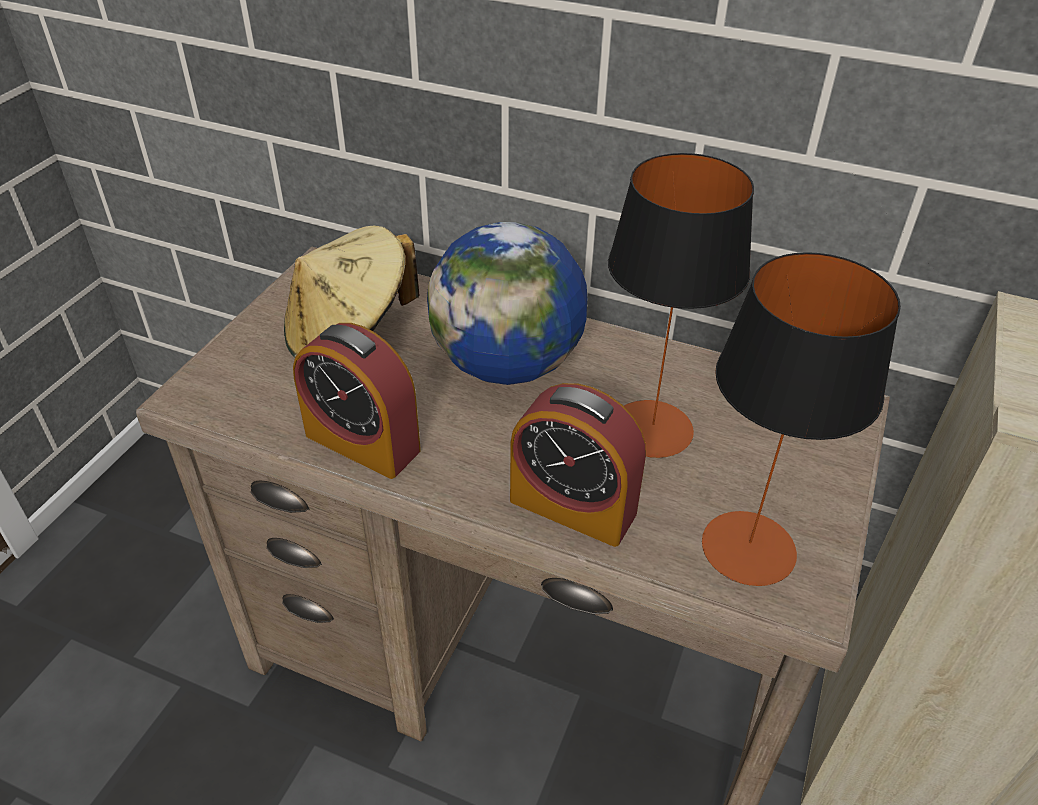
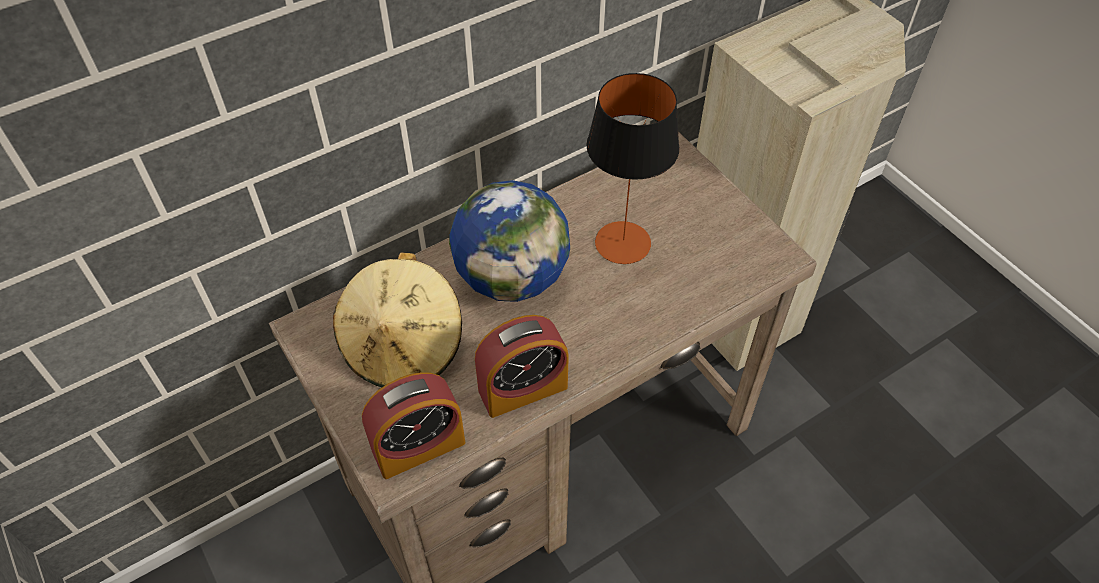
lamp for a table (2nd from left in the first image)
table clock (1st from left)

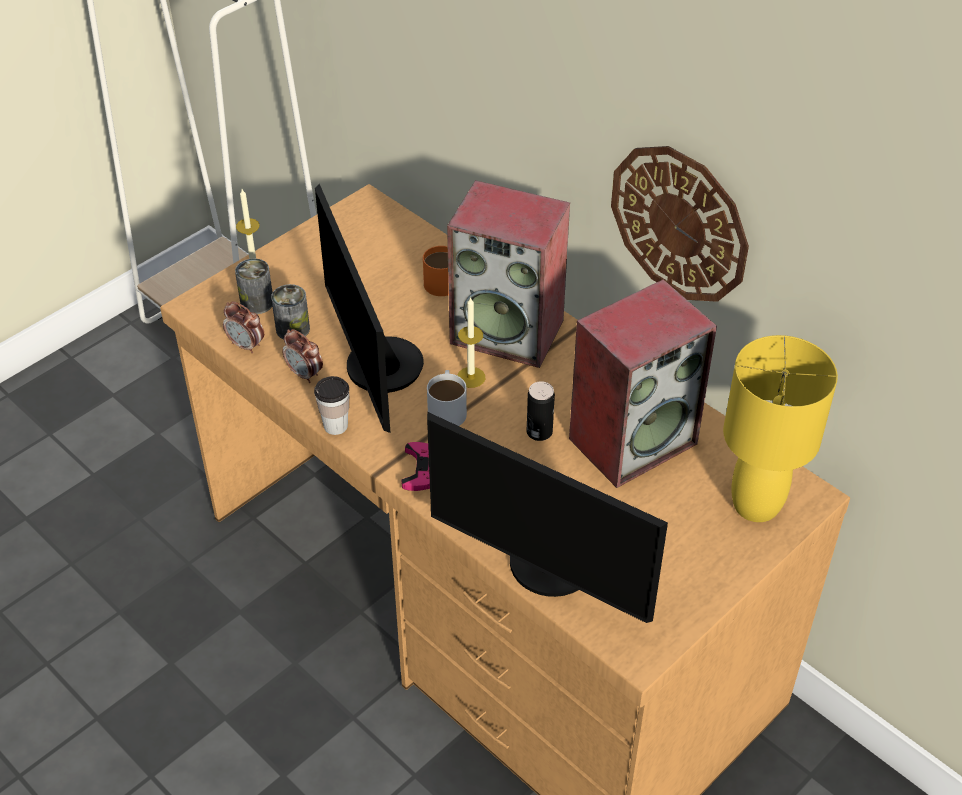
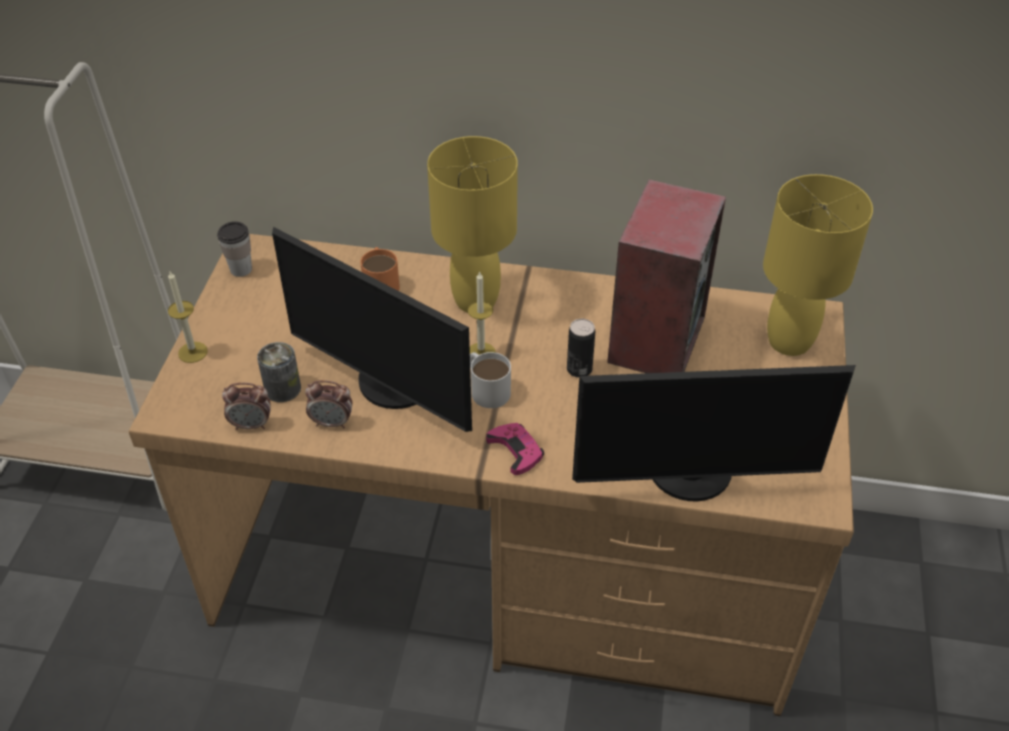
can (1st from left in the first image)
wall clock
small cup
yellow-coloured lamp for a table (1st from left)

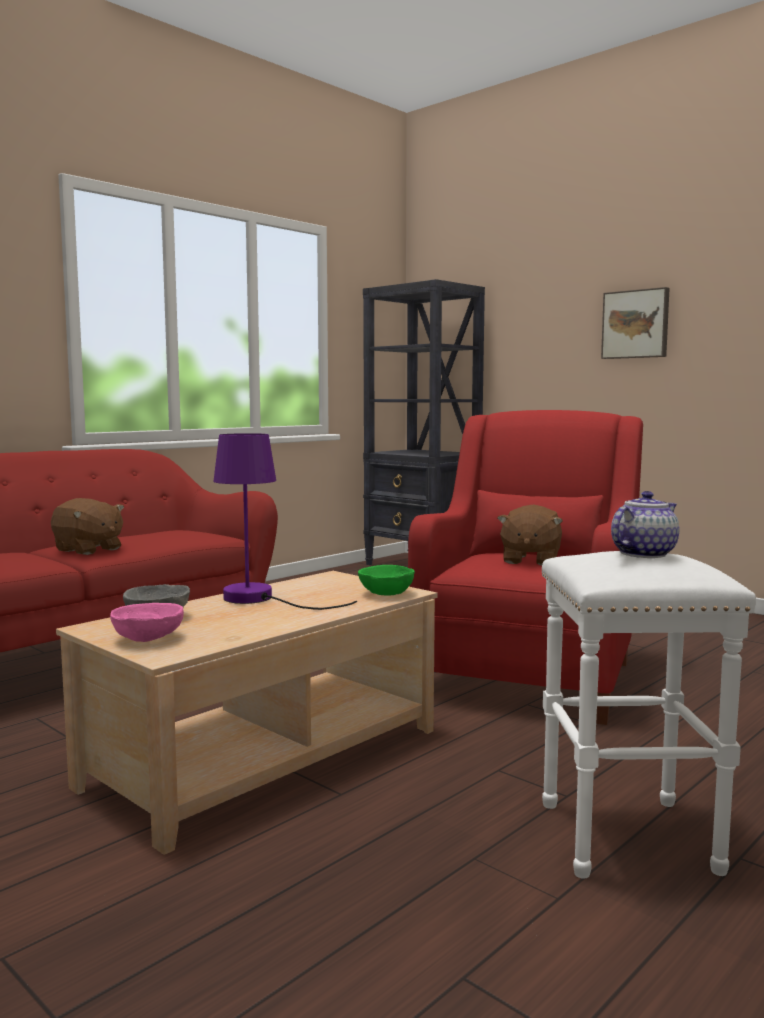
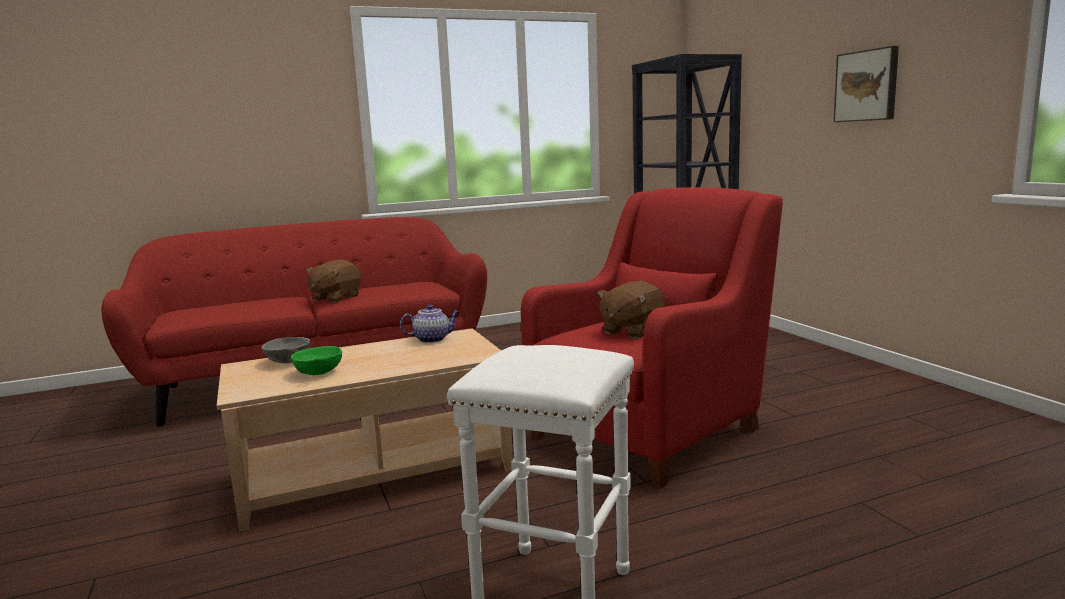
pink deep dish
purple-coloured lamp for a table
green deep dish
teapot
brownish plush toy (1st from left)

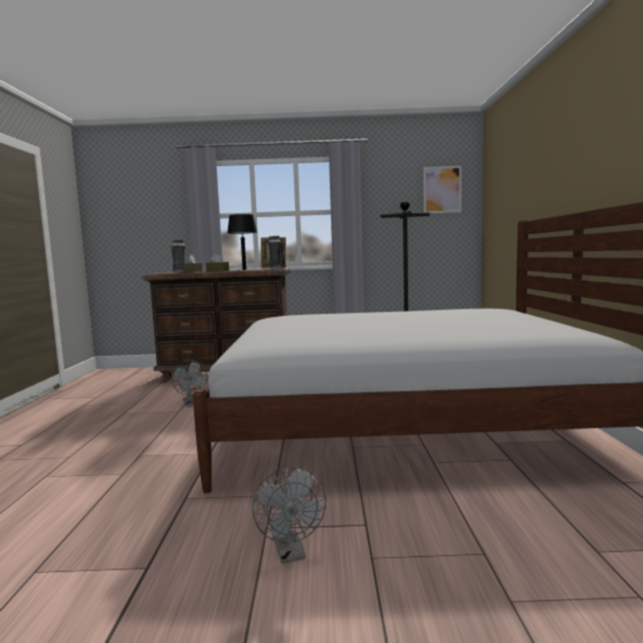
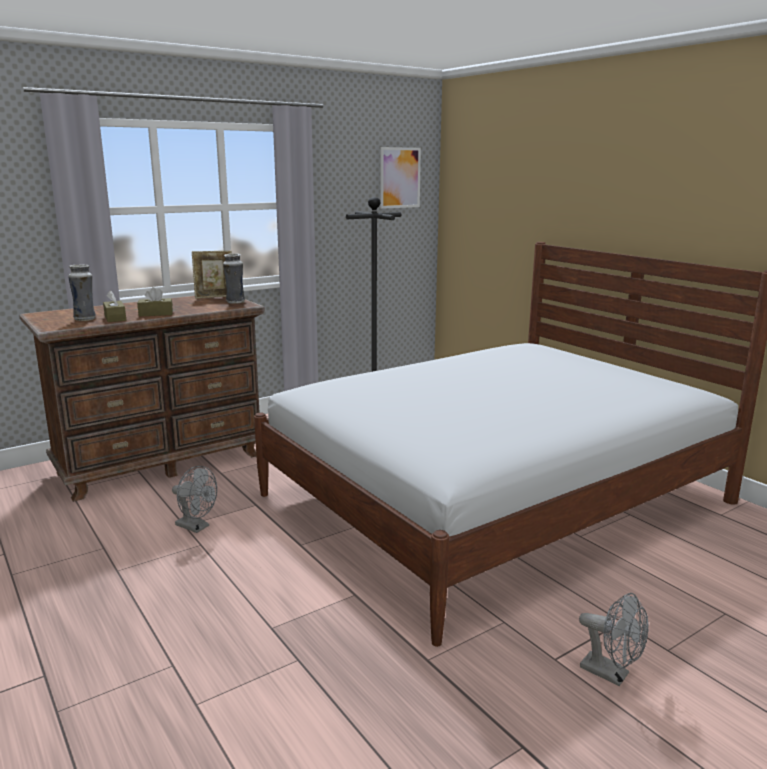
blackish lamp for a table

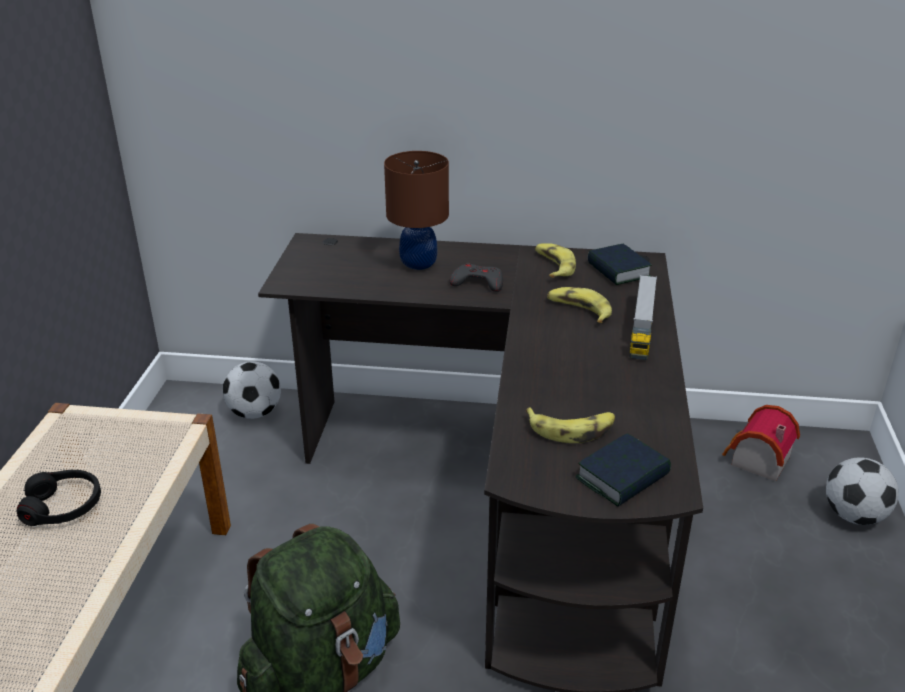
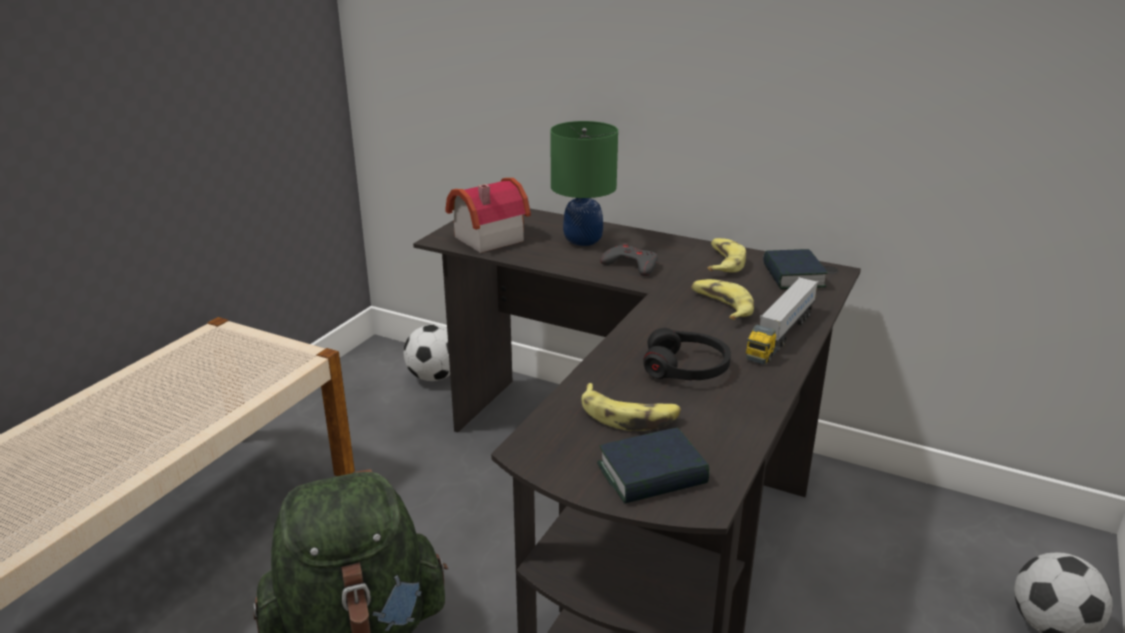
blackish headphones
toy house
green lamp for a table

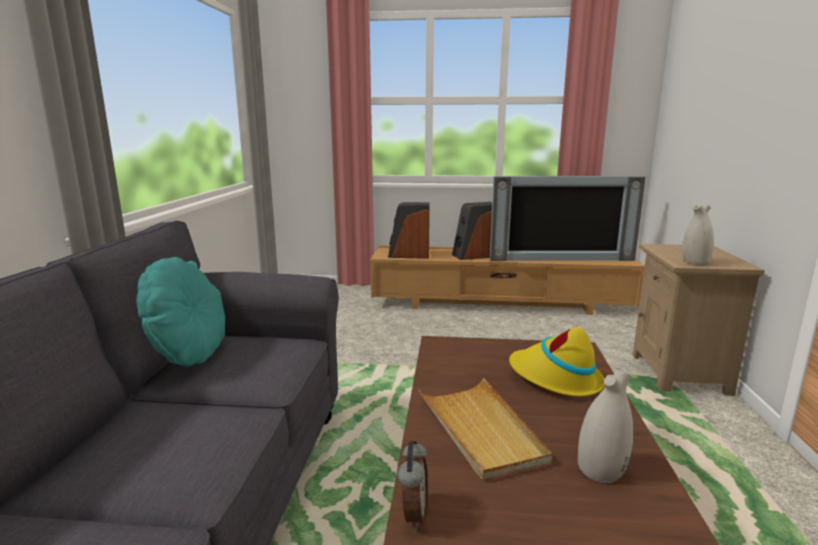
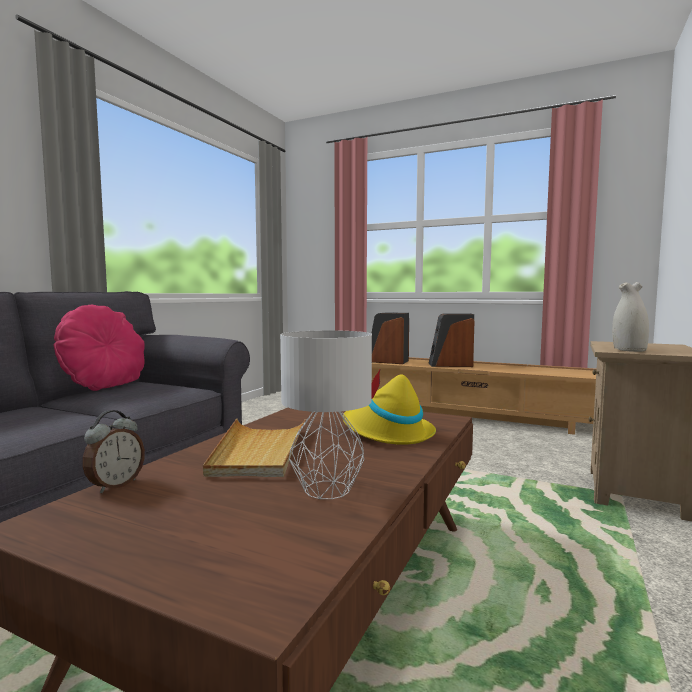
television
greyish lamp for a table
pink pillow

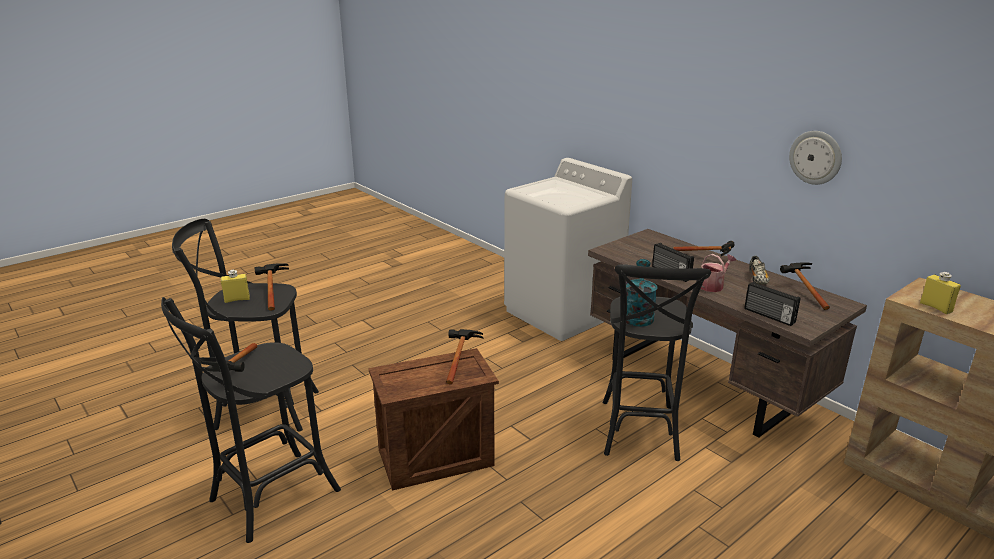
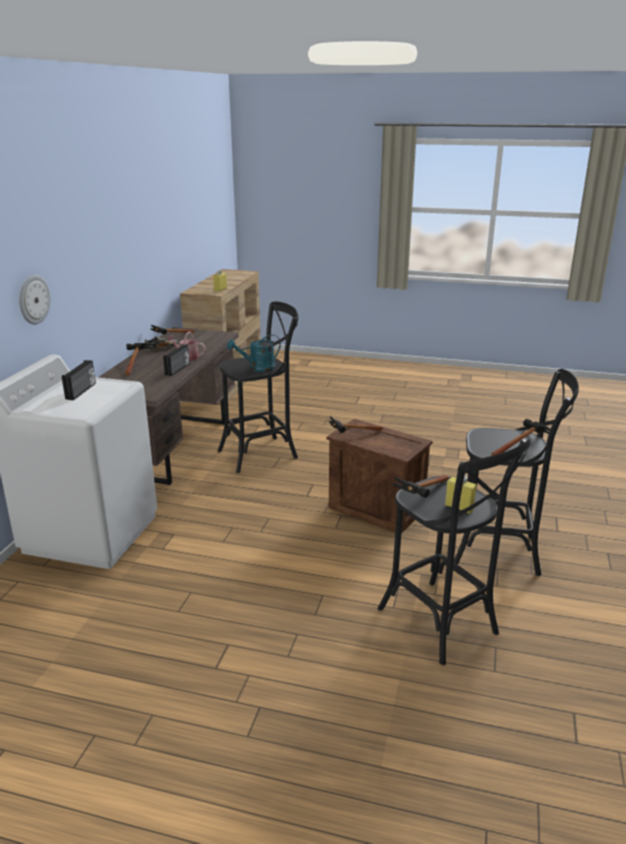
radio receiver (1st from left)
wall clock

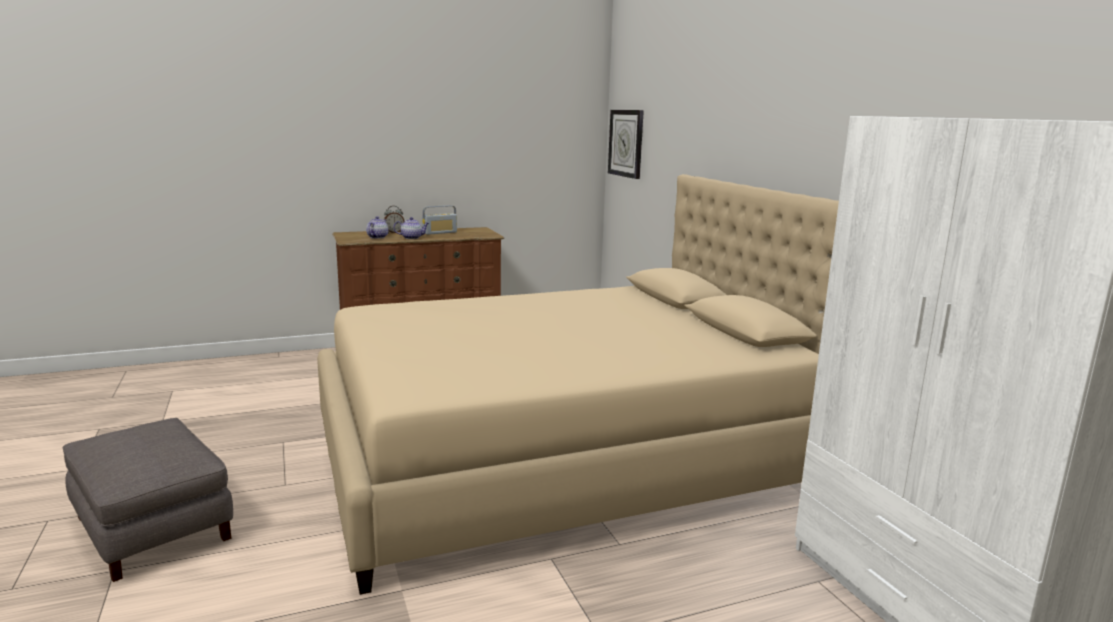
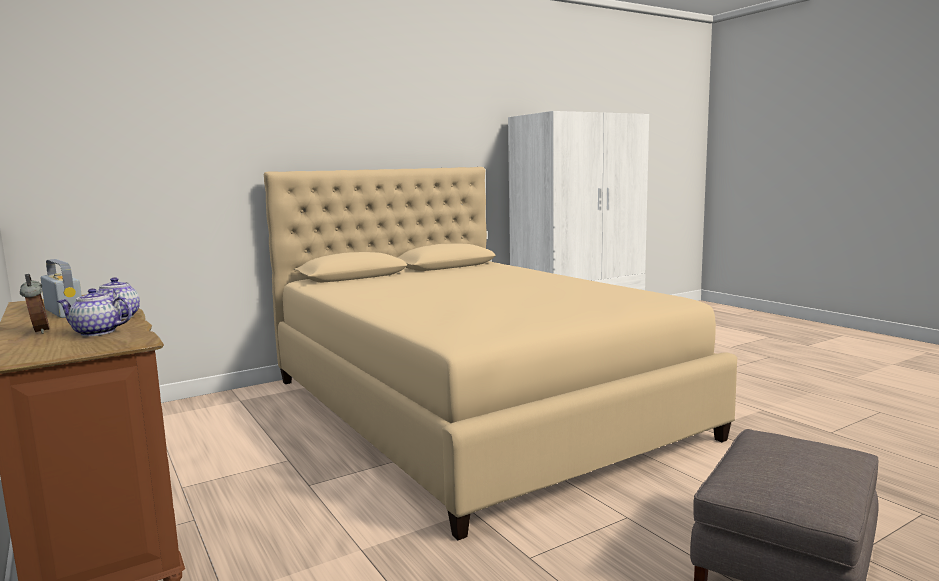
wall clock

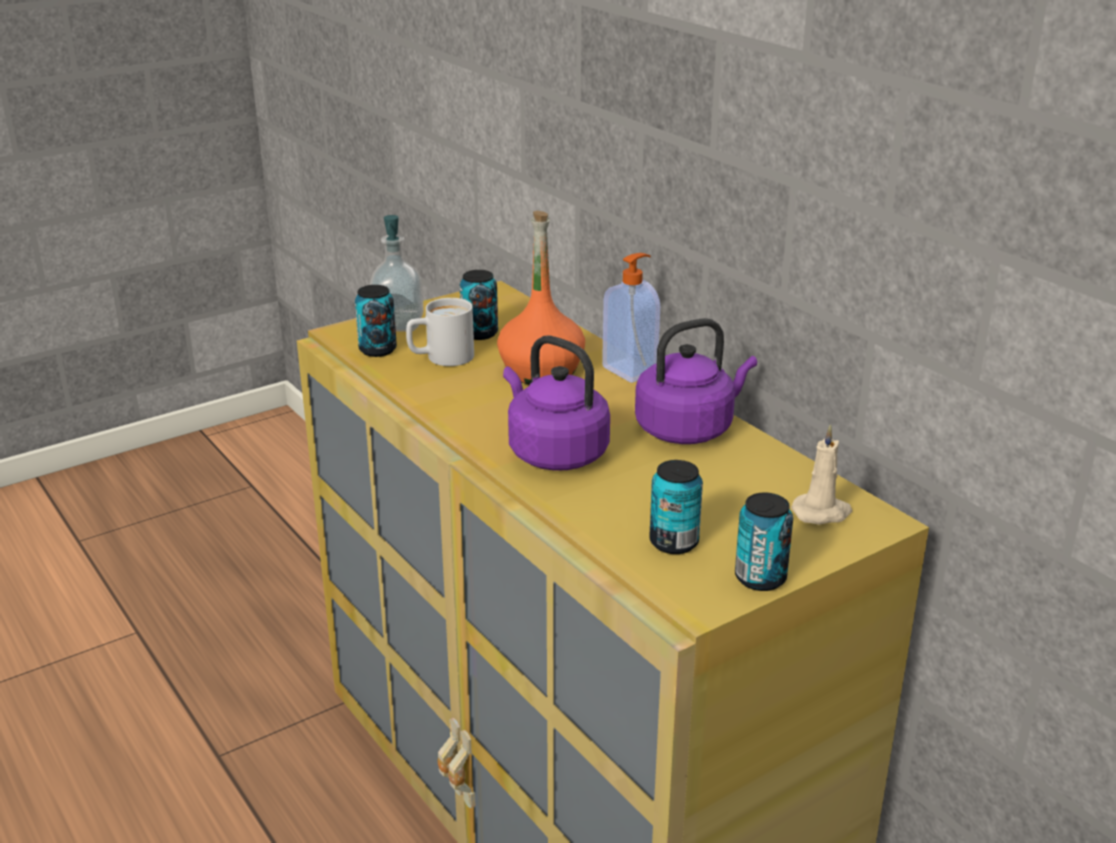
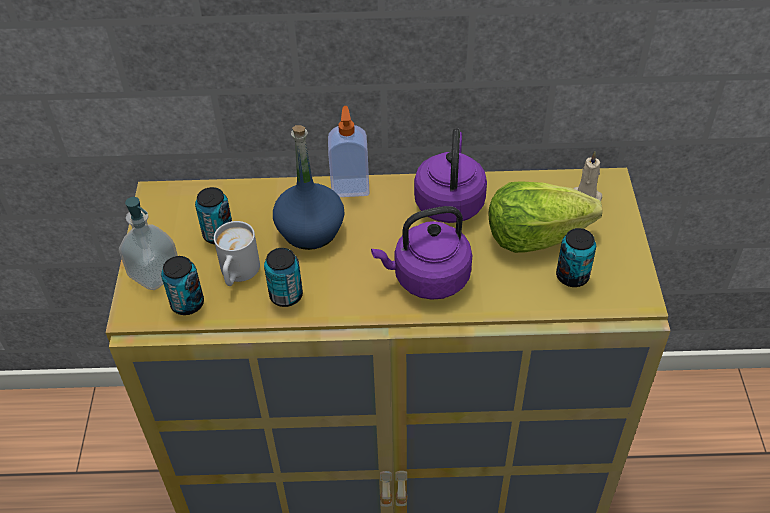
head of lettuce
can (3rd from left)
bluish beverage bottle

